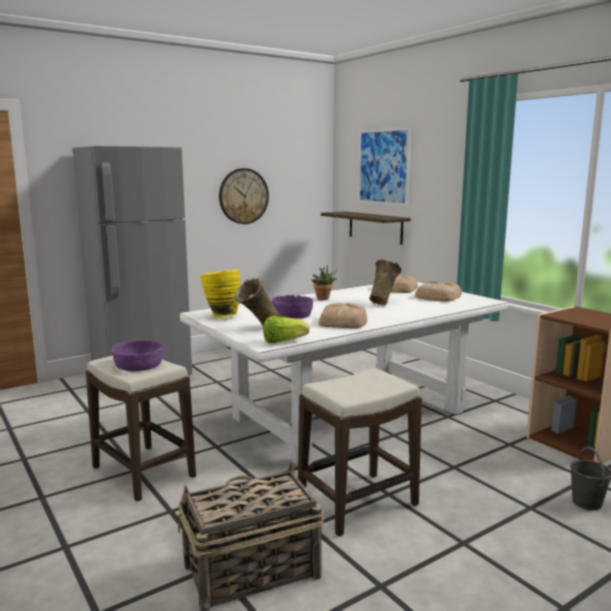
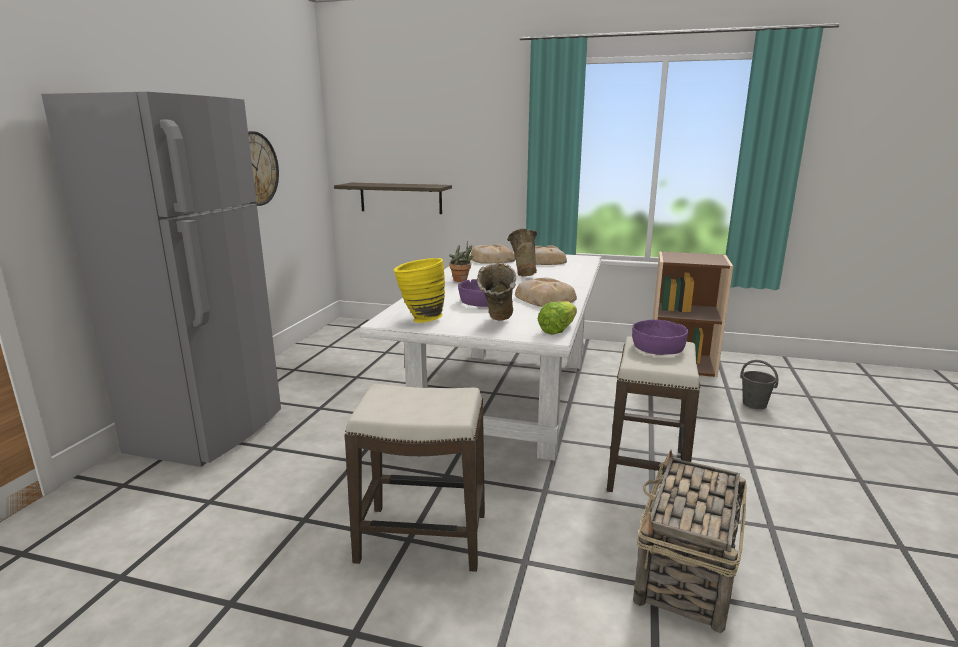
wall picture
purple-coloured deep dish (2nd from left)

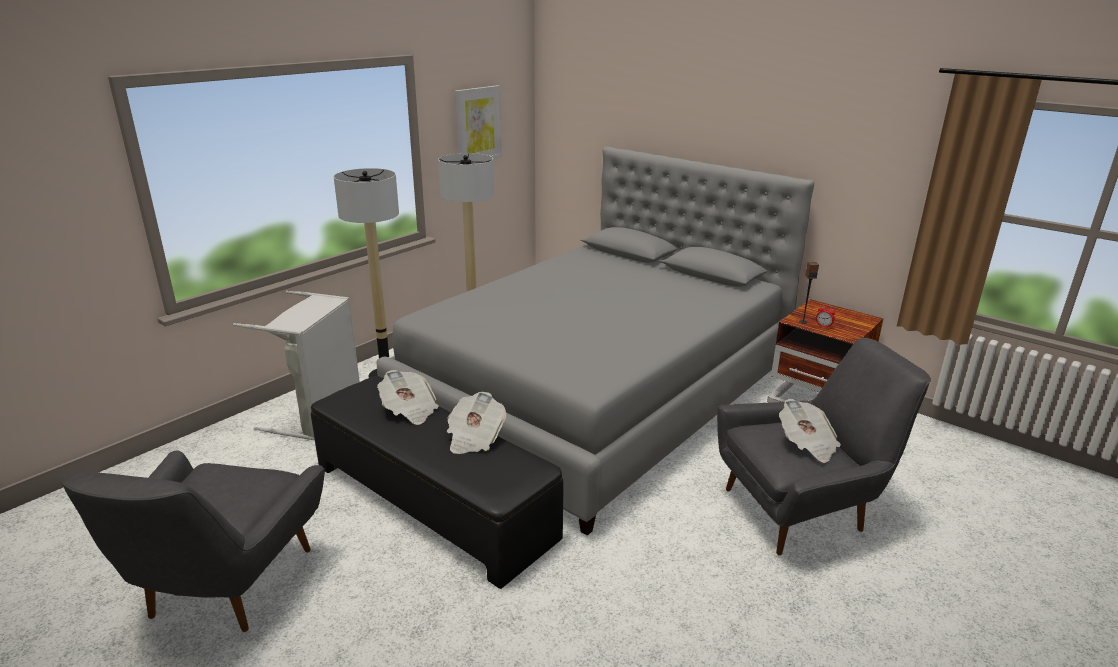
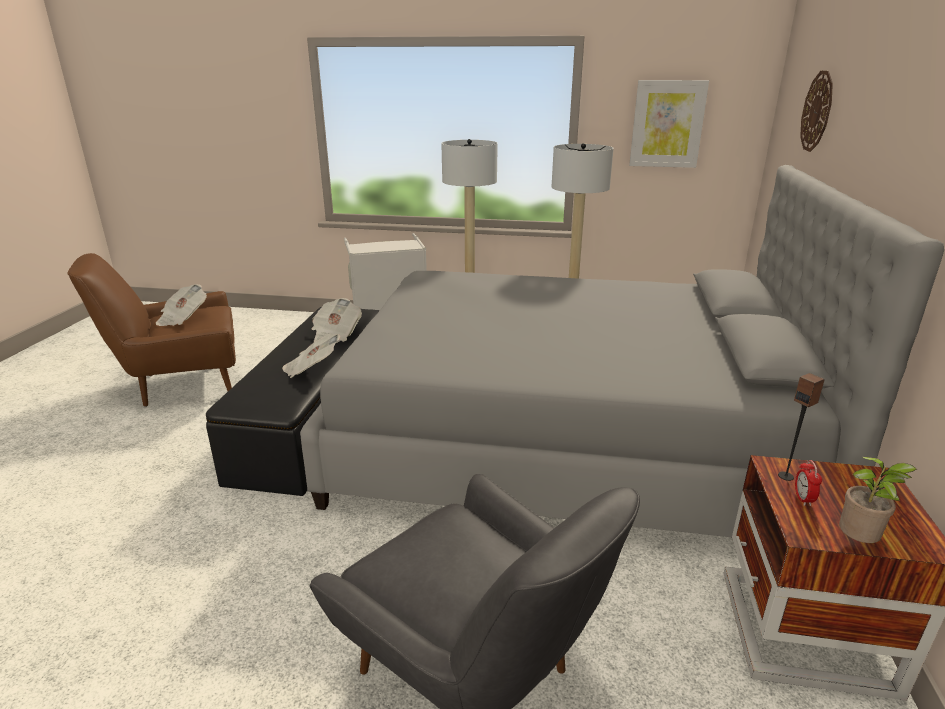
wall clock
potted plant
newspaper (1st from left)
brownish armchair

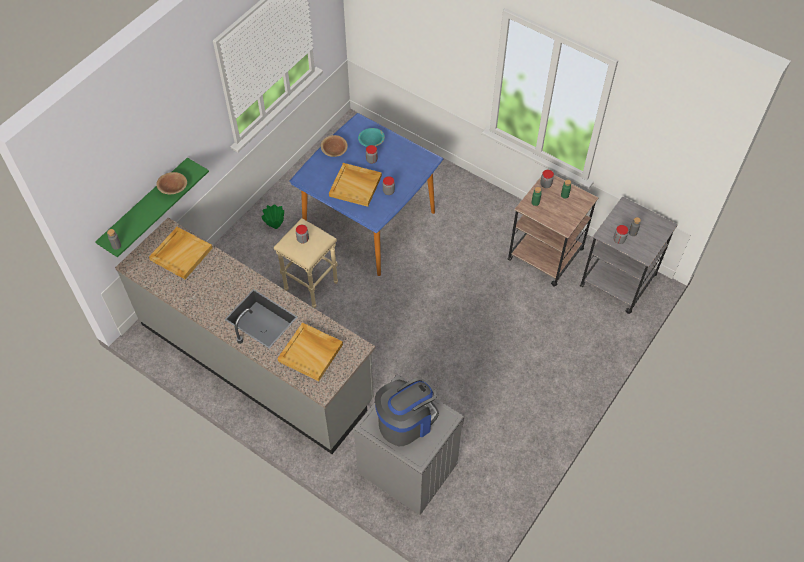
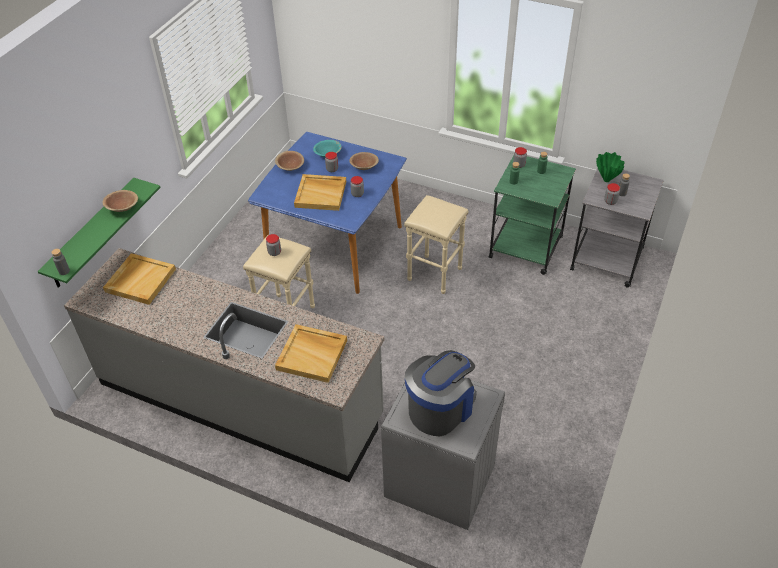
brownish deep dish (3rd from left)
beige stool seat (2nd from left)
green flower vase
green wheeled cart

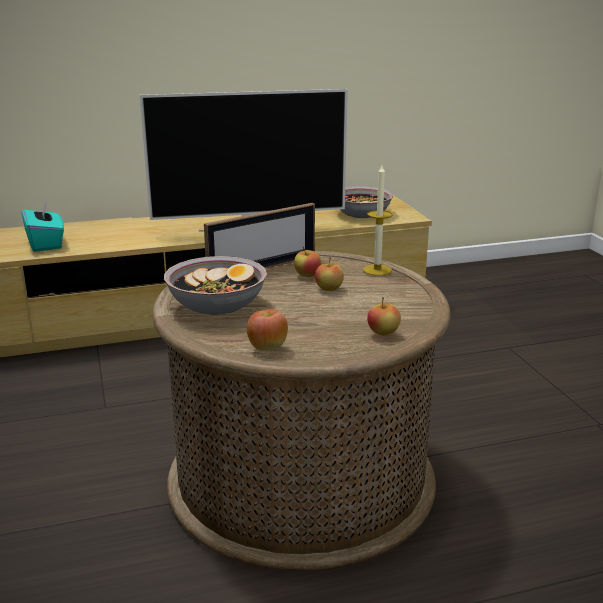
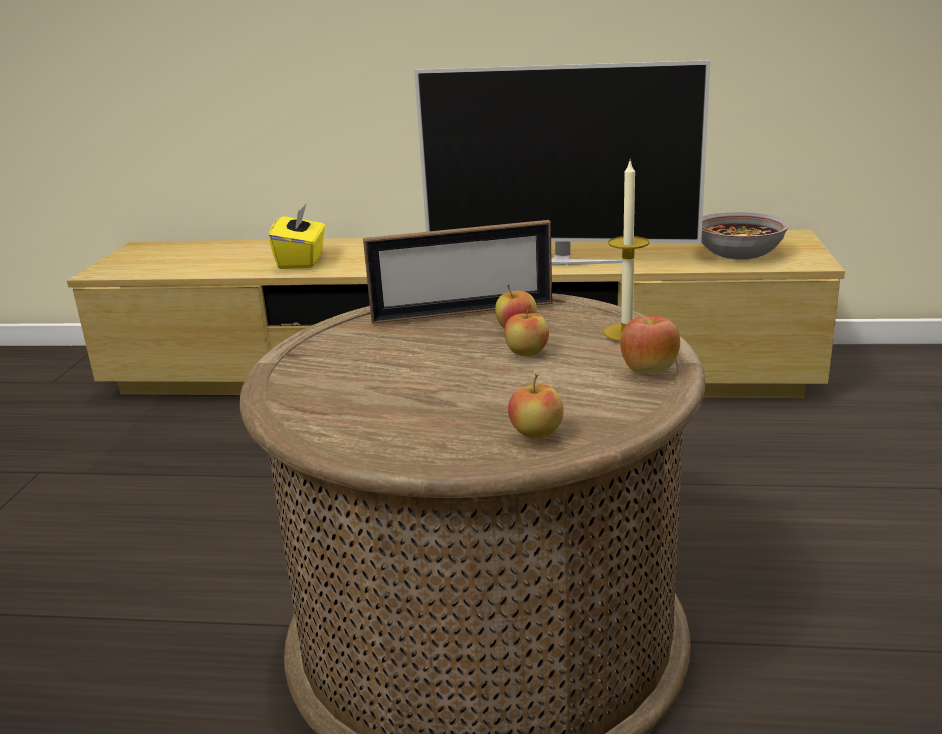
deep dish (1st from left in the first image)
whole apple (4th from left)
yellow-coloured tissue box

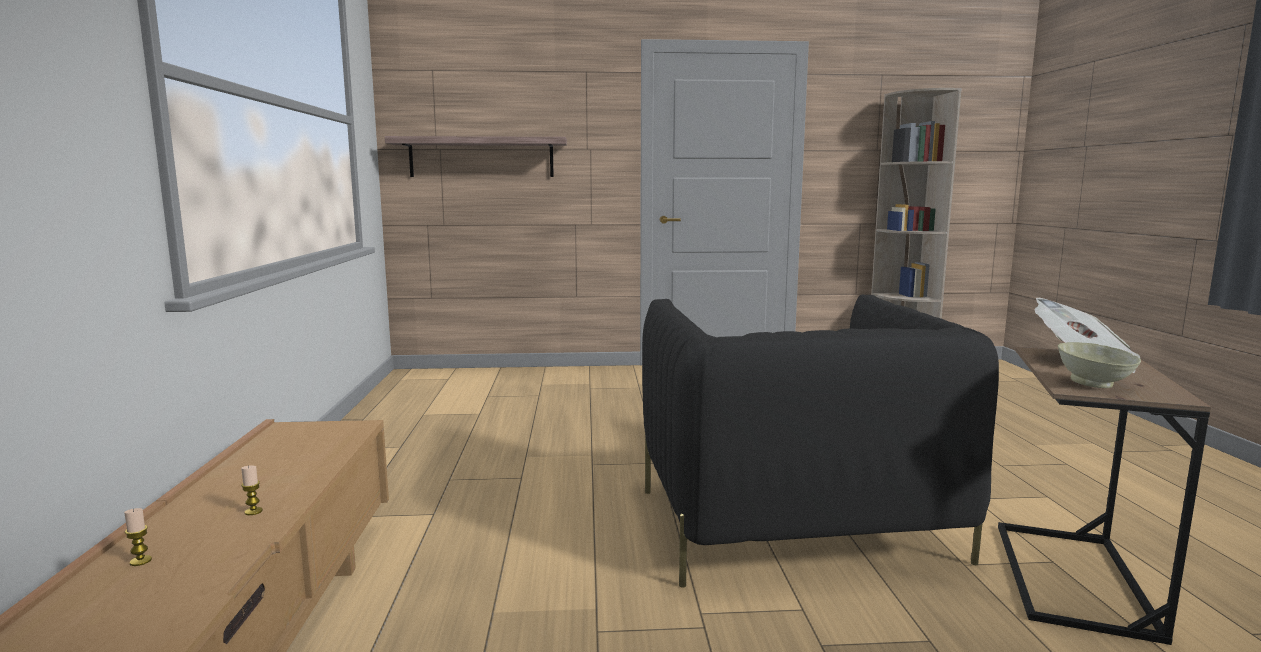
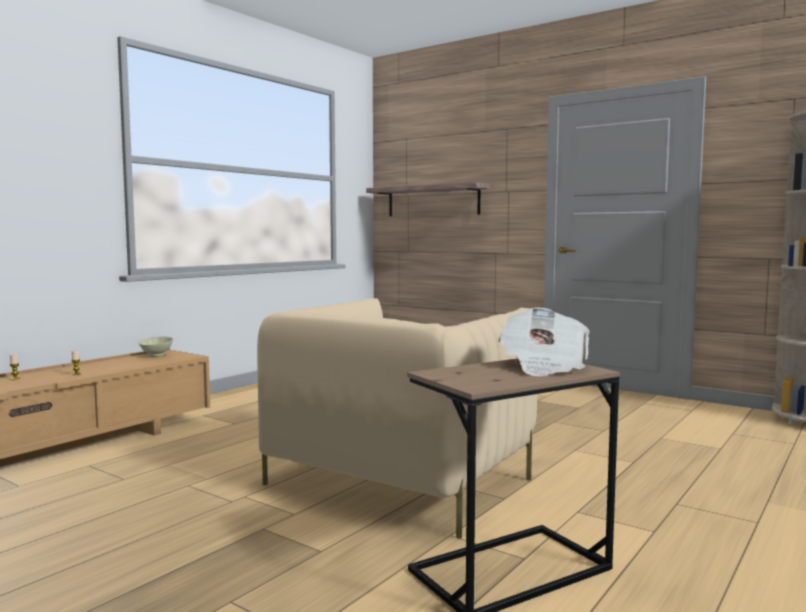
beige deep dish
beige armchair

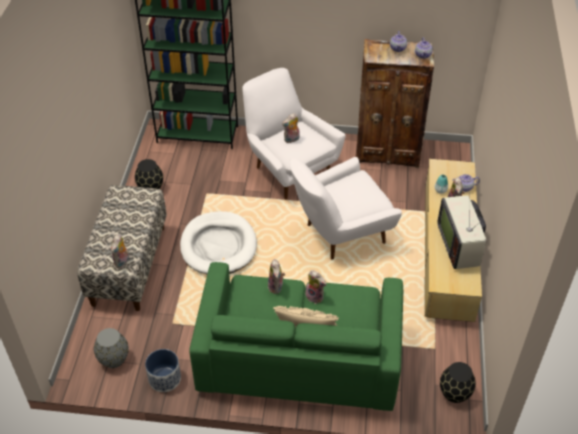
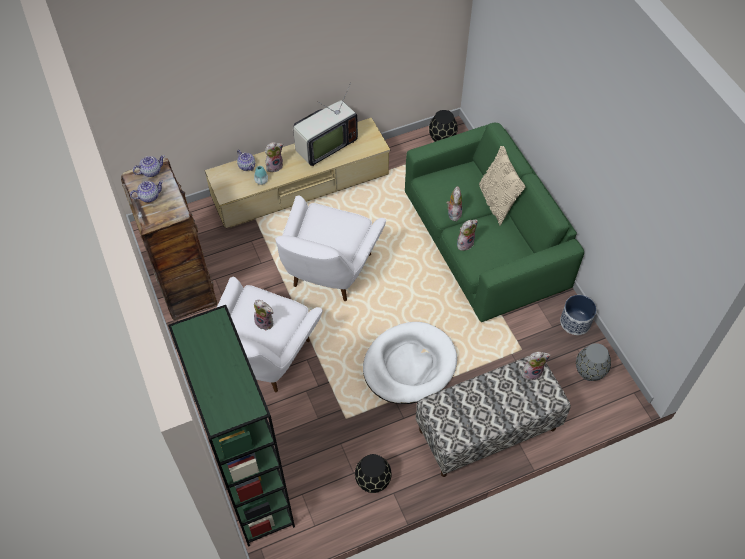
whitish armchair (2nd from left)

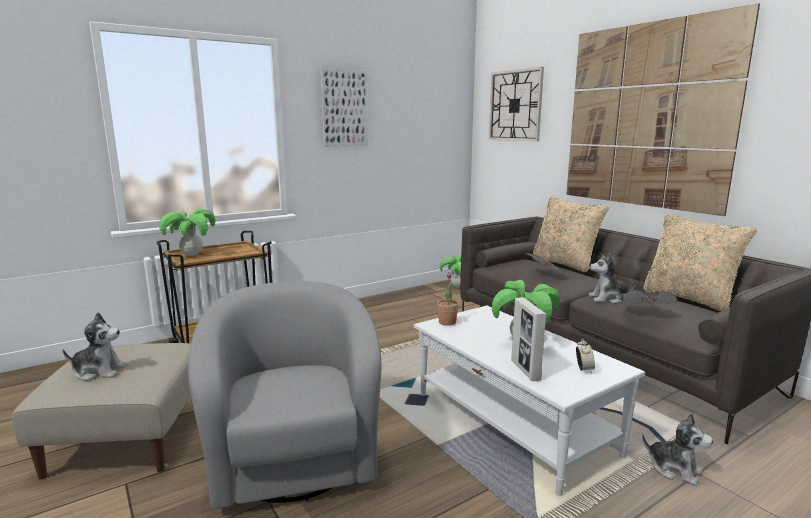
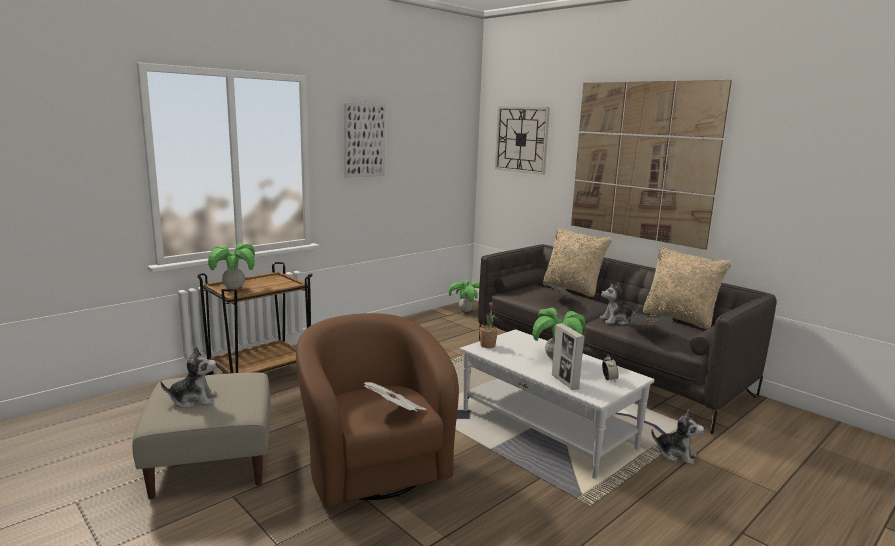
newspaper (1st from left)
brownish armchair

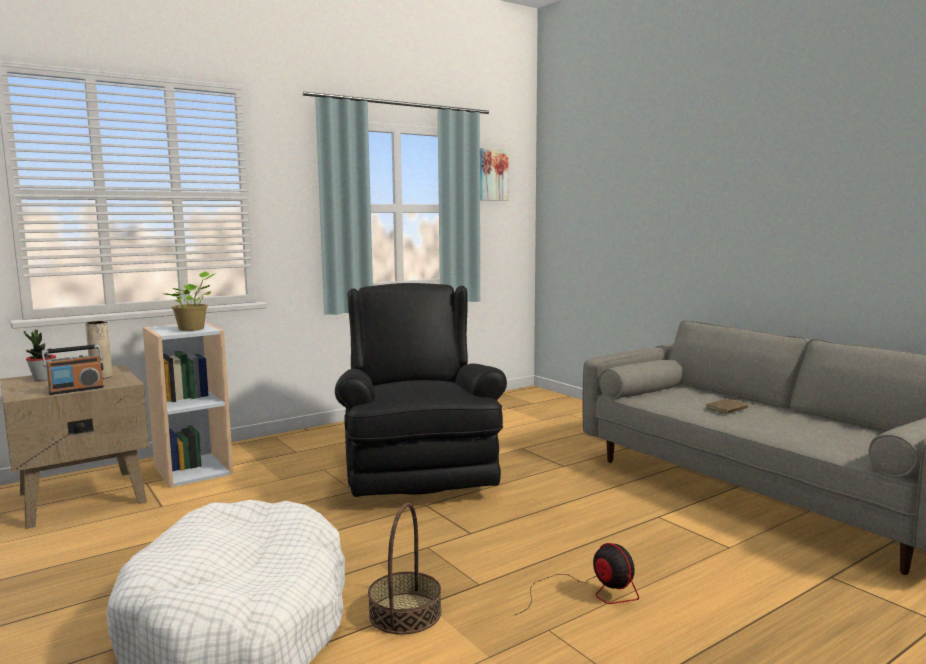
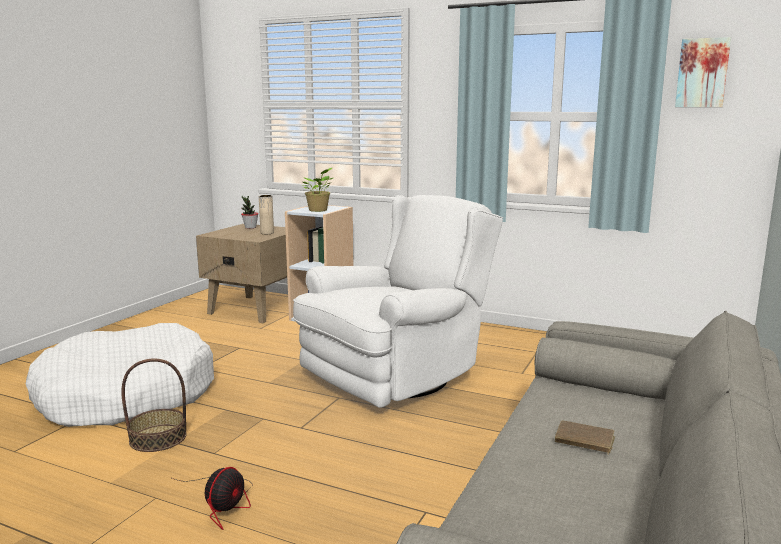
radio receiver
whitish armchair

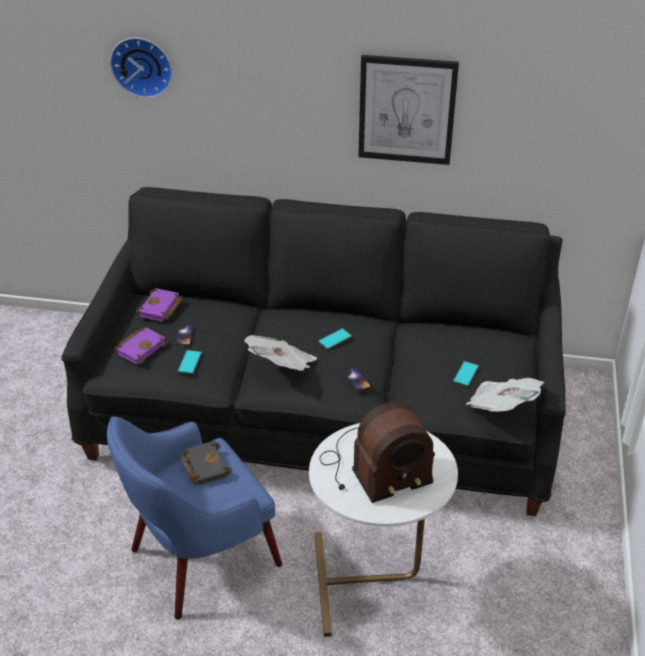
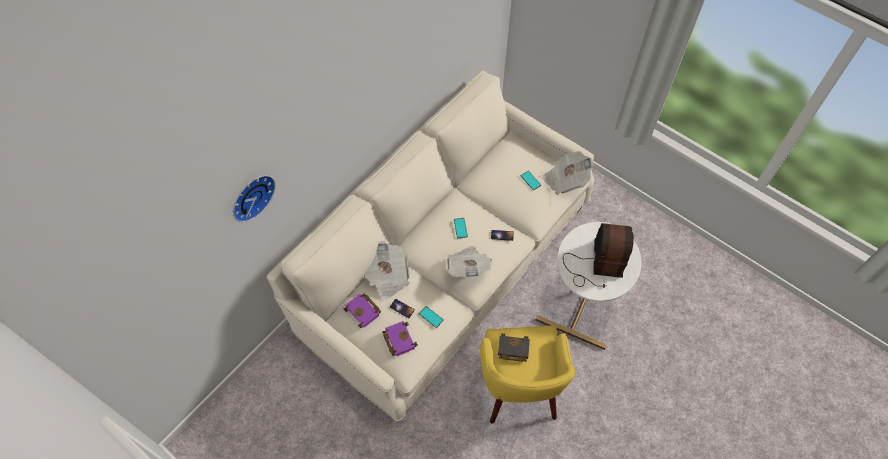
wall picture
newspaper (1st from left)
beige sofa
yellow-coloured armchair

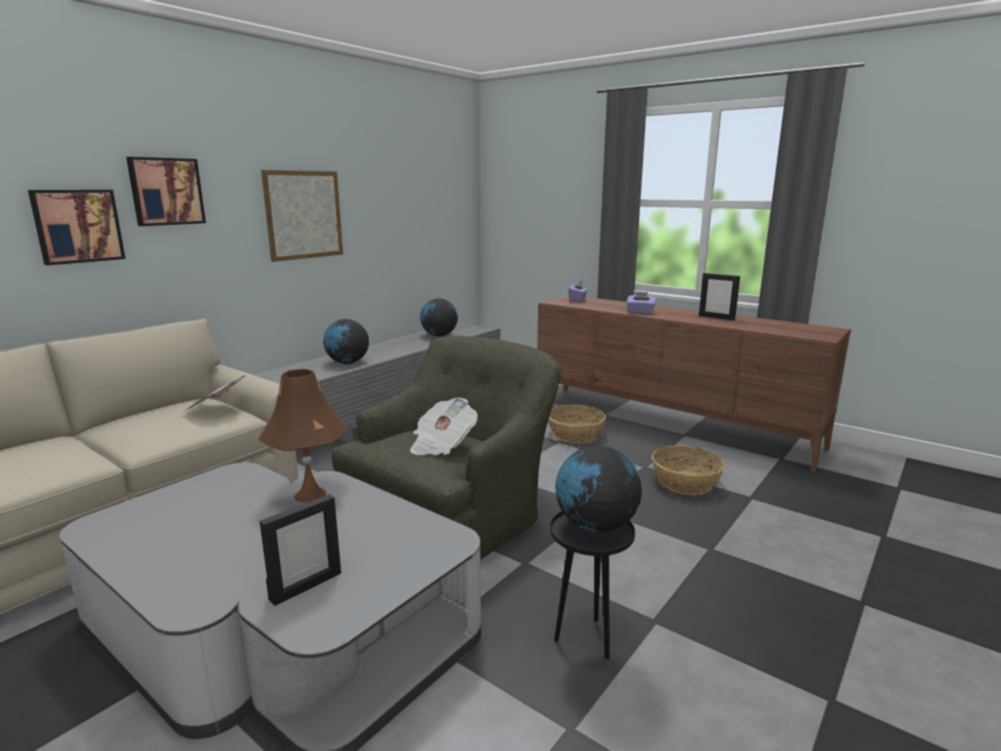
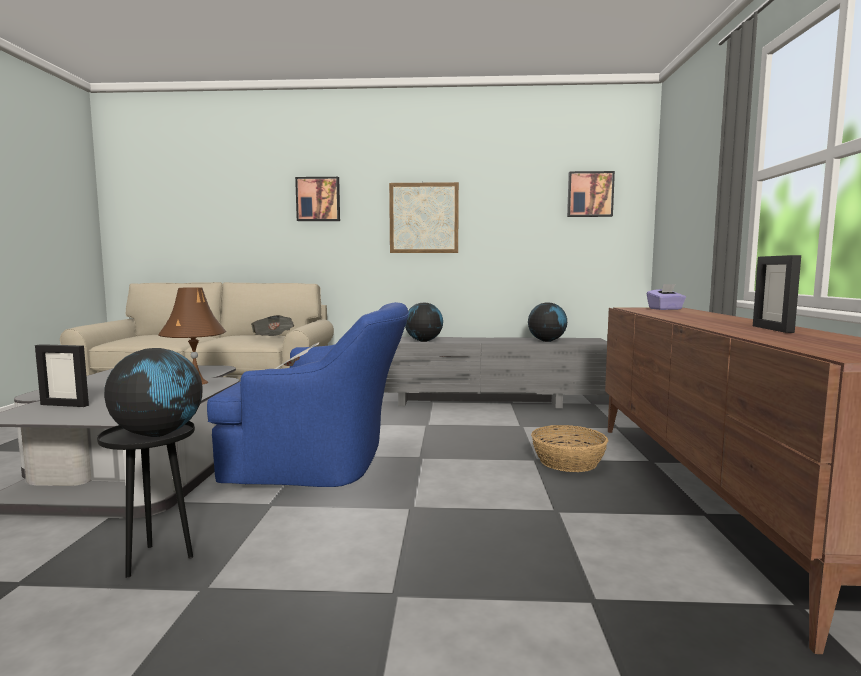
purple-coloured tissue box (2nd from left in the first image)
basket (2nd from left in the first image)
wall picture (3rd from left)
bluish armchair

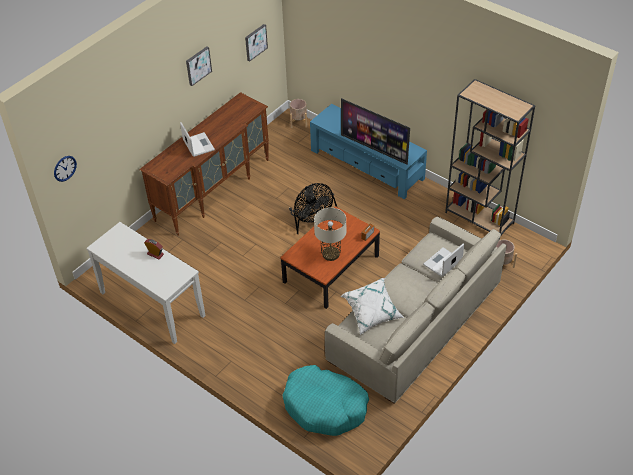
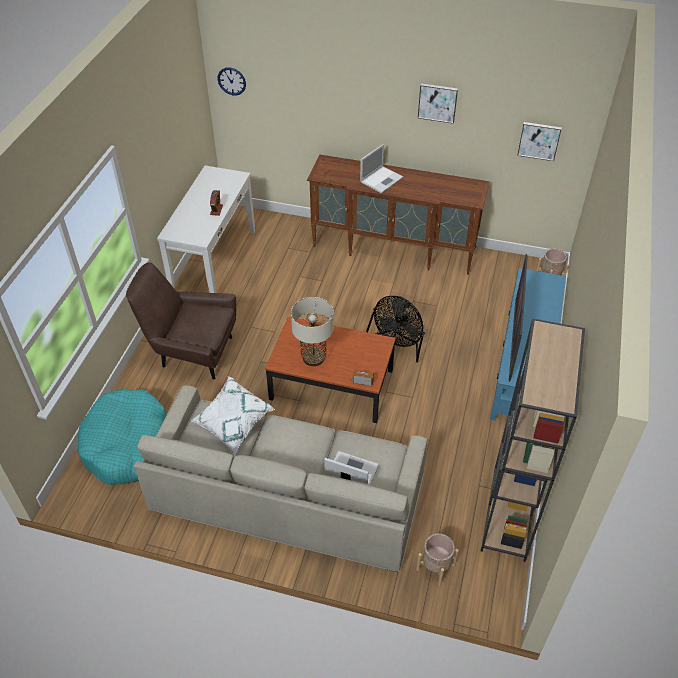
brownish armchair

